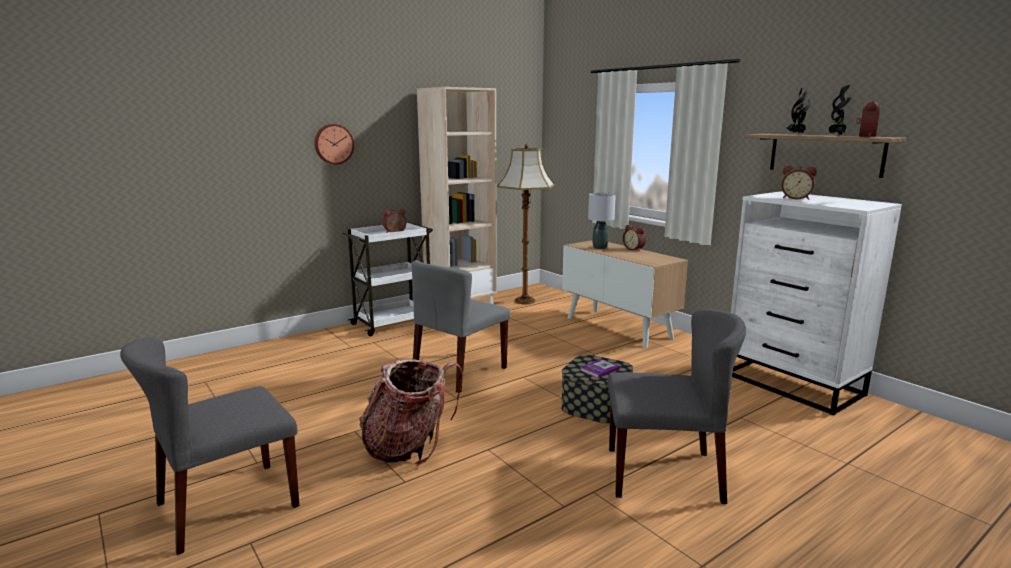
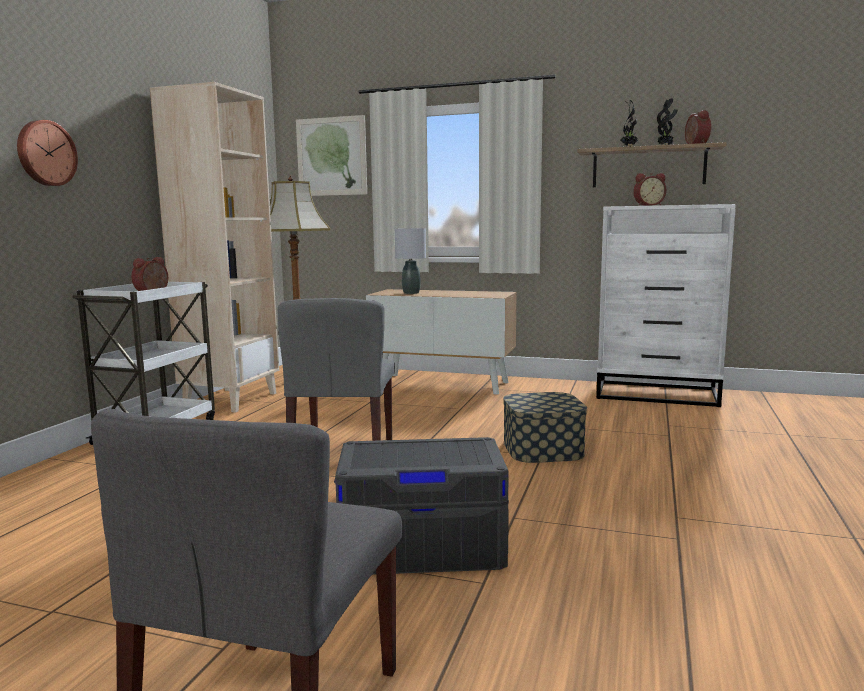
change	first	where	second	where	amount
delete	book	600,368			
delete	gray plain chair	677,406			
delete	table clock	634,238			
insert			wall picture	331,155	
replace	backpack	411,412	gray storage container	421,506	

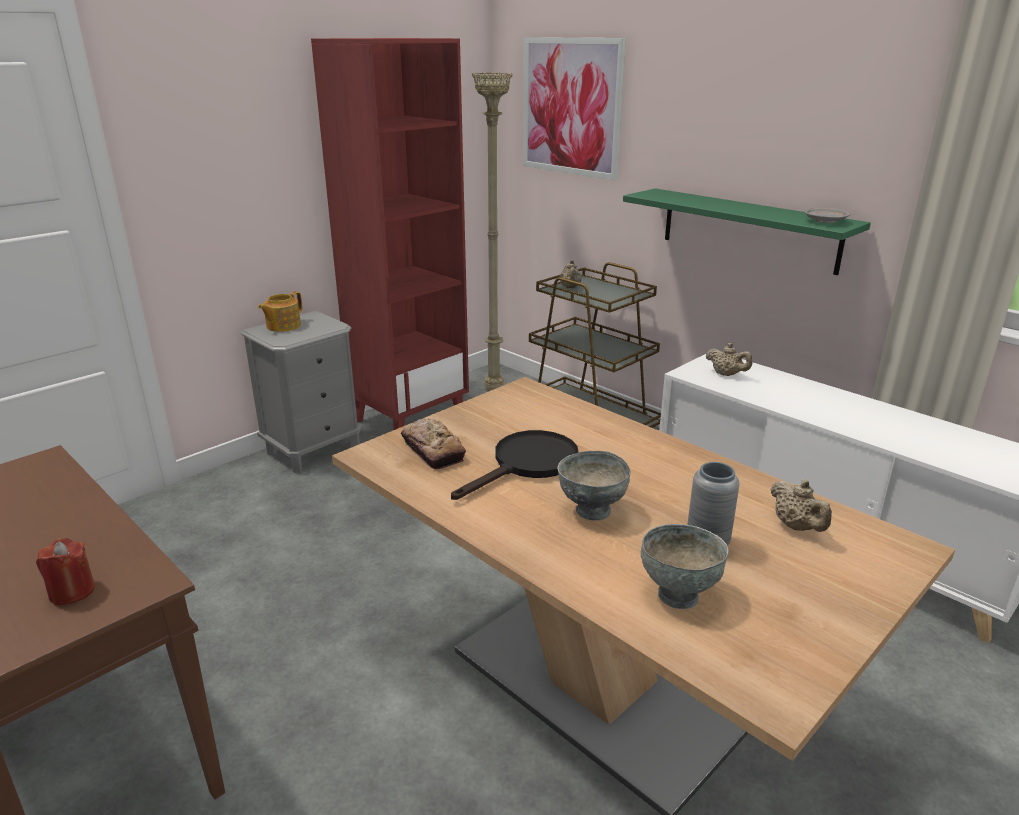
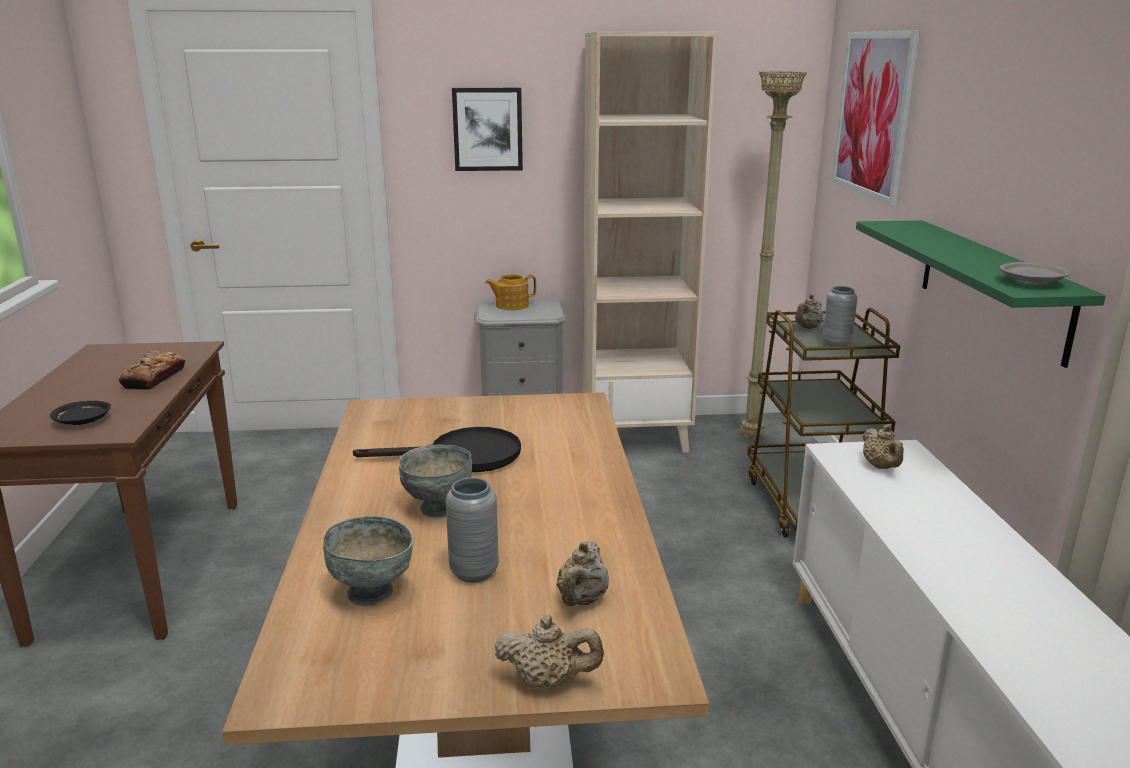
change	first	where	second	where	amount
insert			wall picture	487,129	
insert			sand-coloured pot for tea	549,652	
insert			gray decorative vase	840,316	
move	bread	433,443		152,370	
replace	red candle	65,571	black-coloured plate	80,413	
recolor	red bookshelf	390,234	sand-coloured bookshelf	650,242	

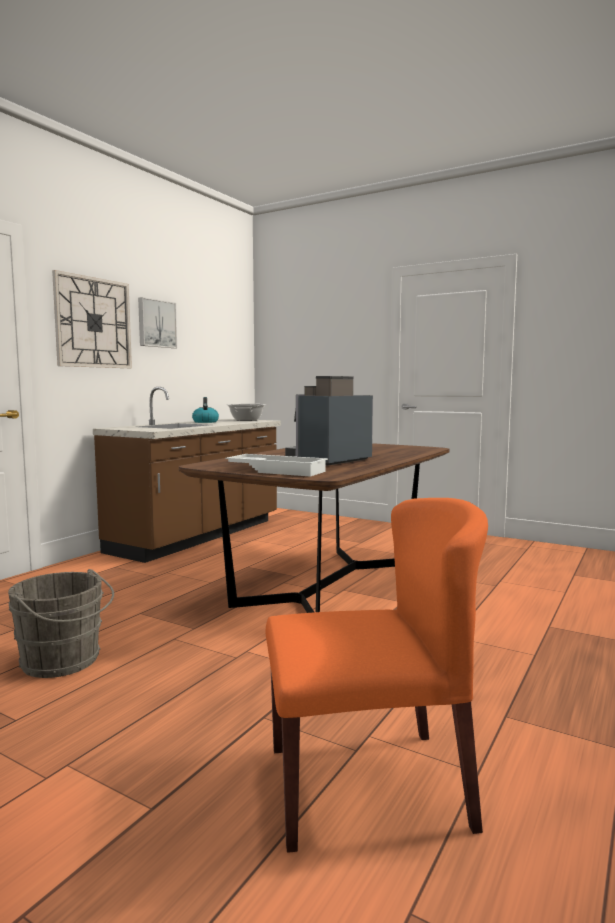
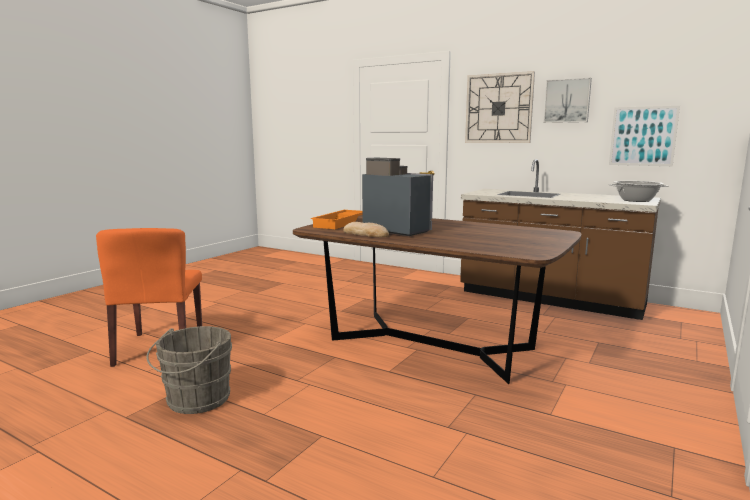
change	first	where	second	where	amount
delete	water kettle	205,410			
insert			bread	366,229	
insert			wall picture	644,136	
move	gray water bucket	61,623		189,370	
recolor	white carrying tray	277,465	orangey carrying tray	336,219	

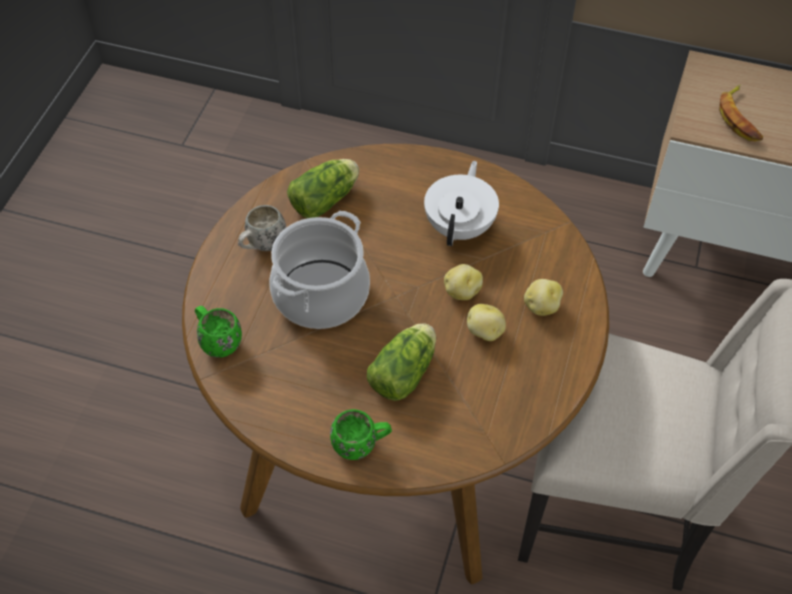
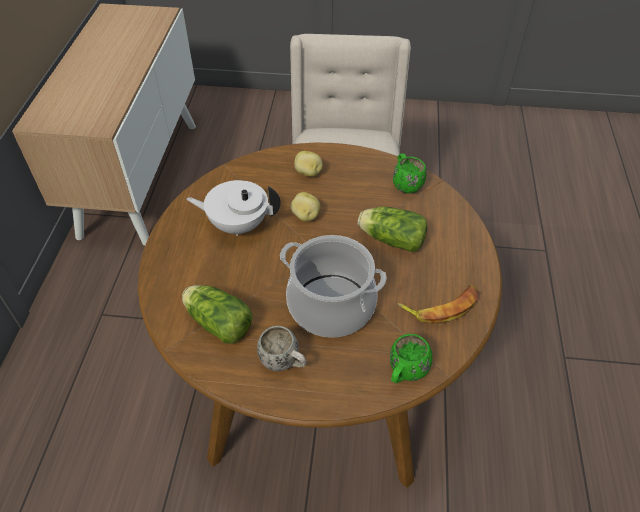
change	first	where	second	where	amount
delete	spud	486,322			
move	green-coloured coffee mug	361,434		410,173	
move	whole banana	741,112		438,304	

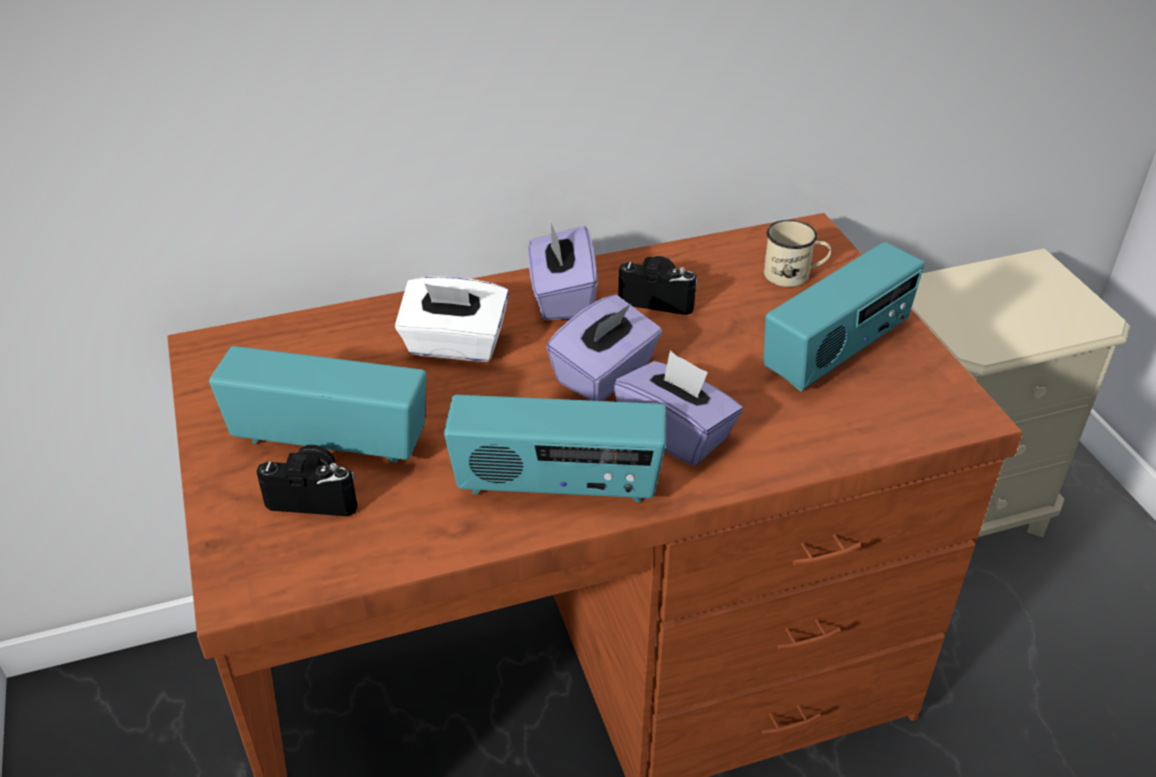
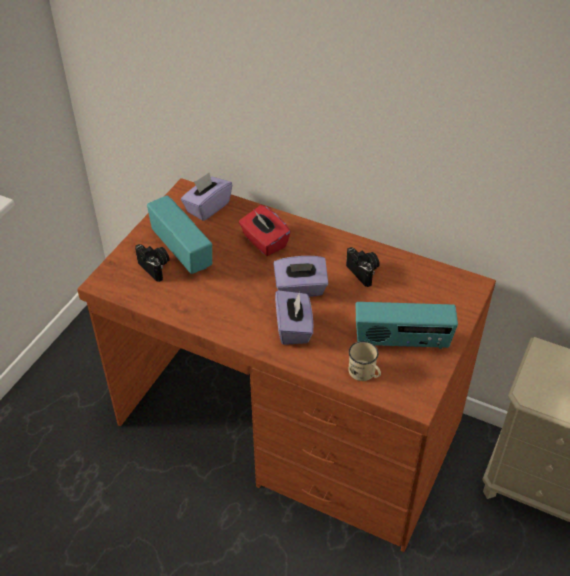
change	first	where	second	where	amount
delete	radio set	555,448			
move	purple tissue box	562,271		206,197	
move	sand-coloured coffee mug	797,253		364,361	
recolor	white tissue box	452,319	red tissue box	265,230	

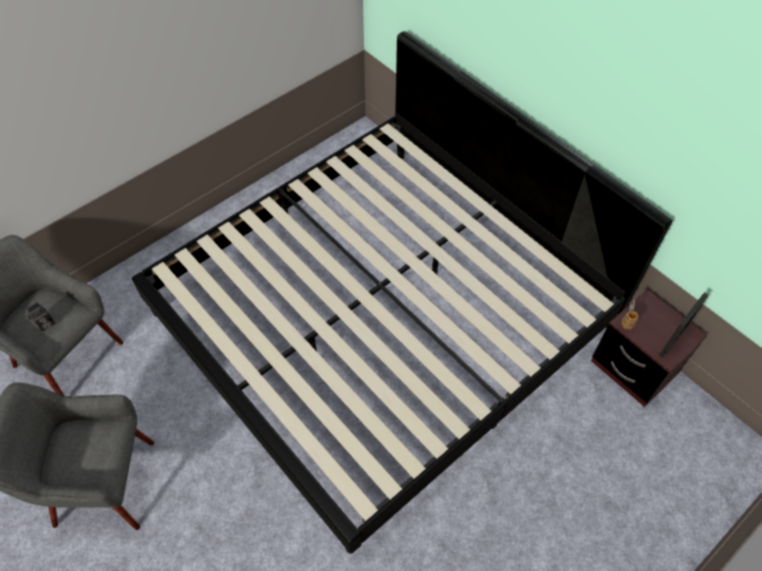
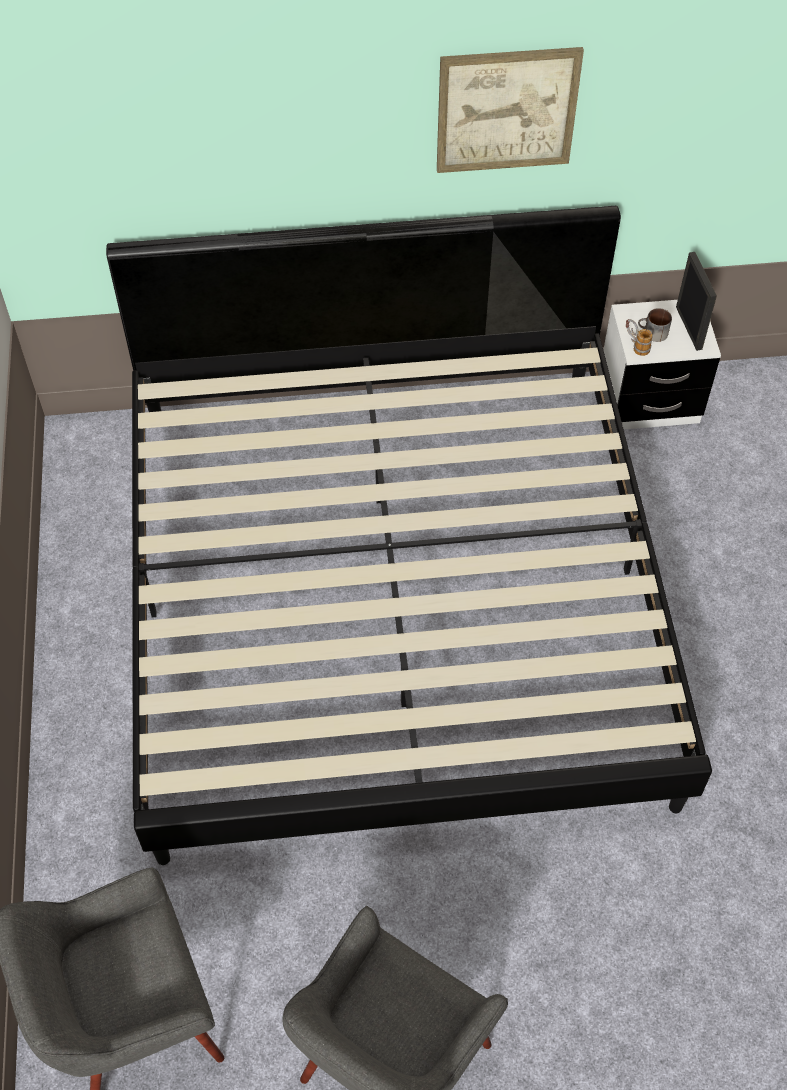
change	first	where	second	where	amount
delete	still camera	40,317			
insert			wall picture	510,110	
insert			coffee mug	655,325	
recolor	brownish bedside table	649,348	white bedside table	662,364	

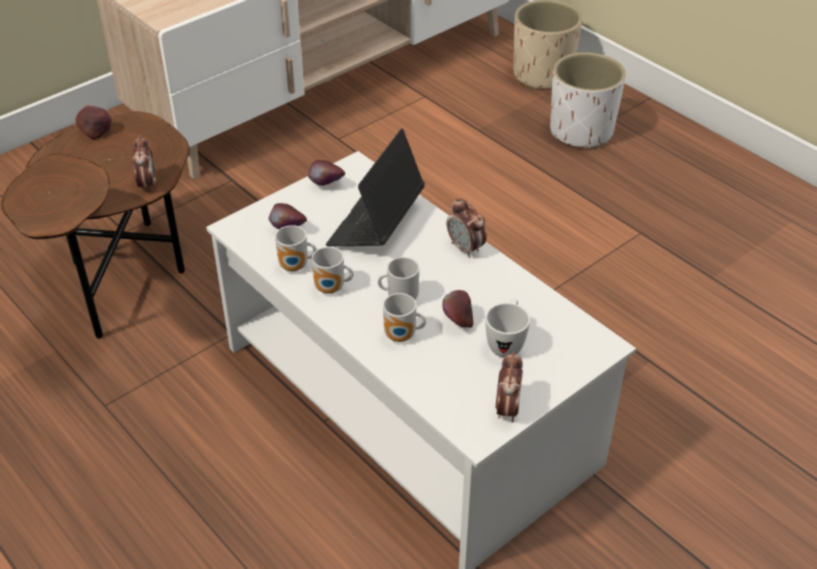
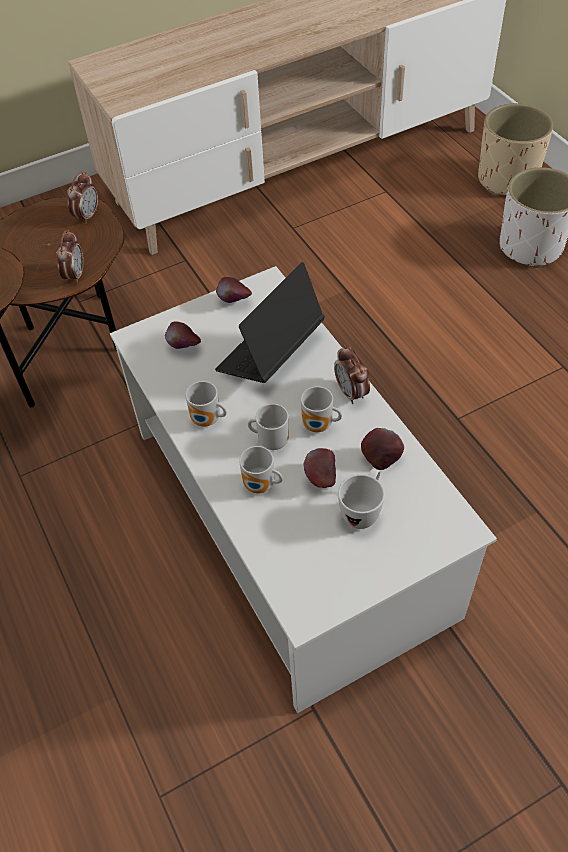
change	first	where	second	where	amount
move	apple fruit	93,122		382,449	
move	coffee mug	296,248		321,409	
move	table clock	509,386		82,198	

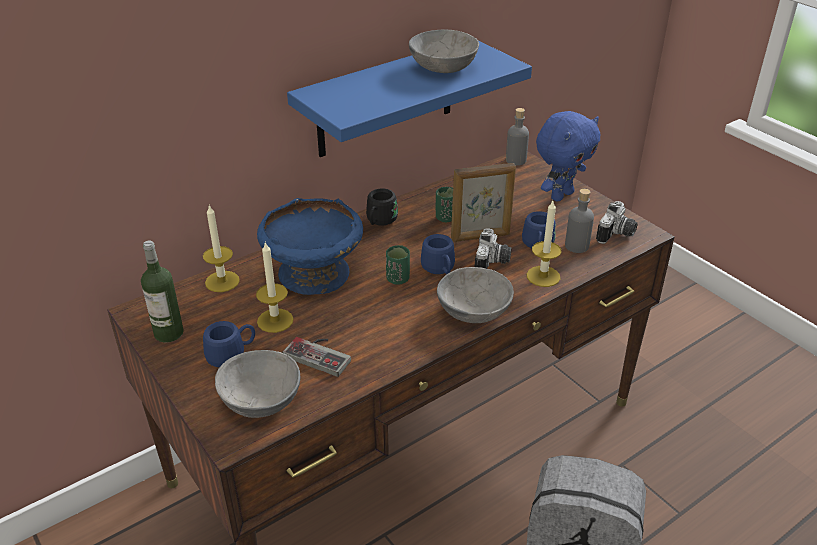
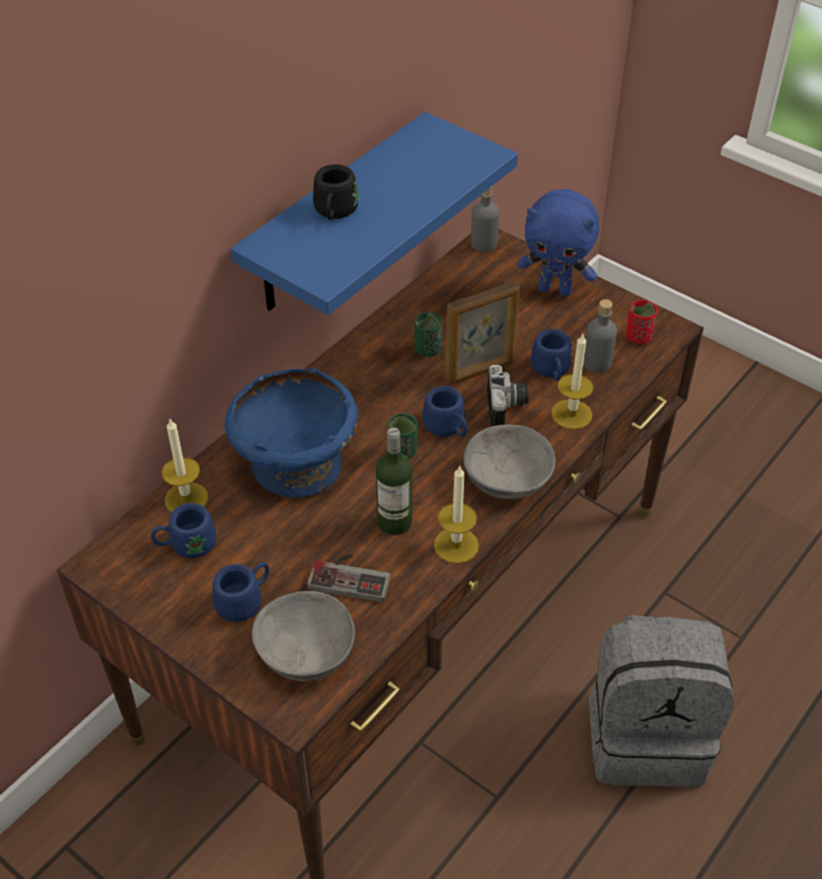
change	first	where	second	where	amount
delete	gray deep dish	444,51			
insert			blue-coloured coffee mug	183,530	
move	drink bottle	162,292		394,481	
move	candle	274,287		456,515	
move	black-coloured coffee mug	382,207		336,192	
replace	still camera	617,222	red small cup	641,322	
rotate	blue-coloured cuddly toy	568,156		558,242	75 degrees clockwise

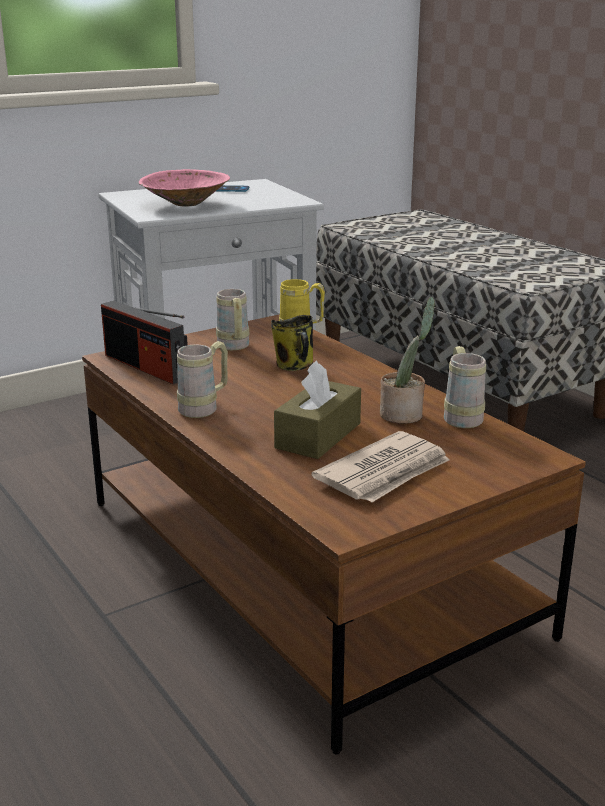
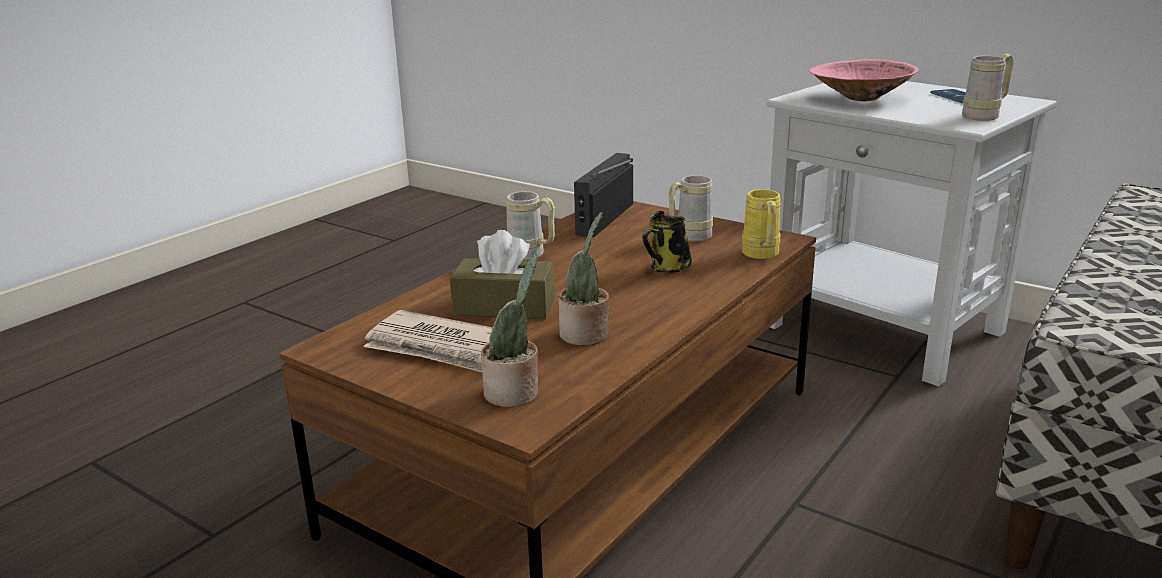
change	first	where	second	where	amount
insert			potted plant	509,330	
move	sand-coloured coffee mug	465,387		988,87	

